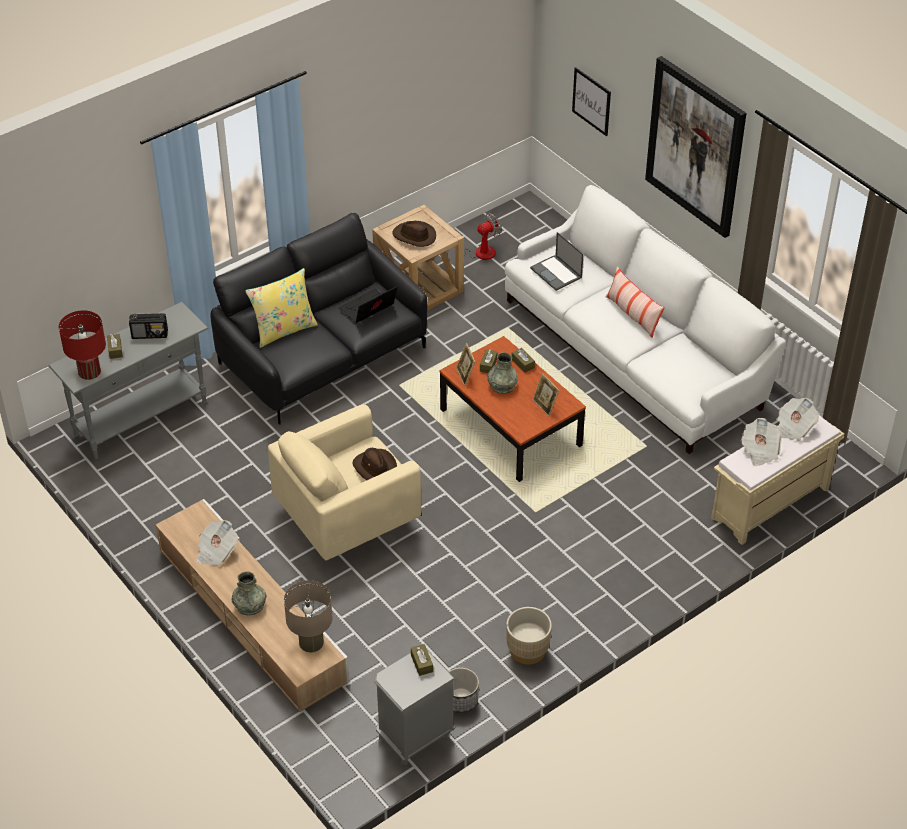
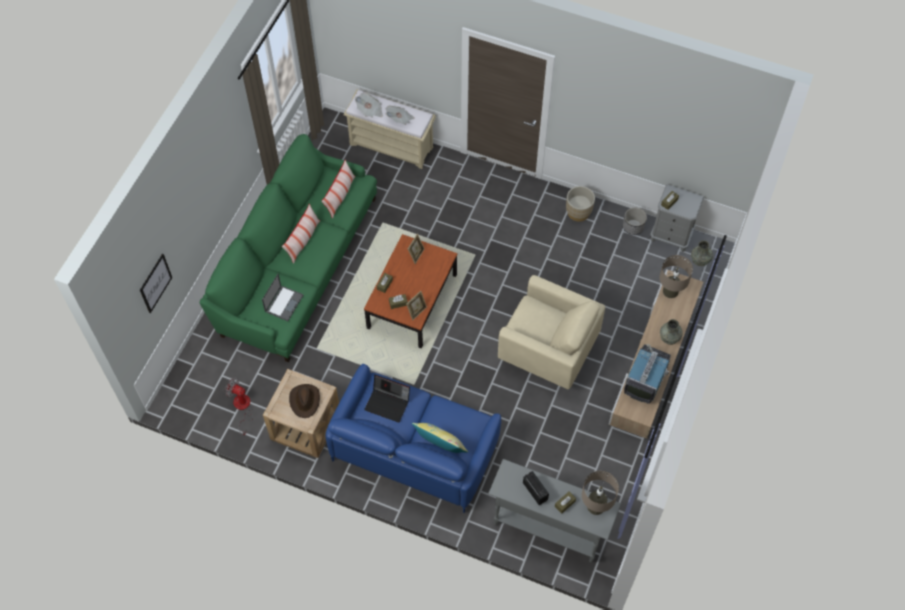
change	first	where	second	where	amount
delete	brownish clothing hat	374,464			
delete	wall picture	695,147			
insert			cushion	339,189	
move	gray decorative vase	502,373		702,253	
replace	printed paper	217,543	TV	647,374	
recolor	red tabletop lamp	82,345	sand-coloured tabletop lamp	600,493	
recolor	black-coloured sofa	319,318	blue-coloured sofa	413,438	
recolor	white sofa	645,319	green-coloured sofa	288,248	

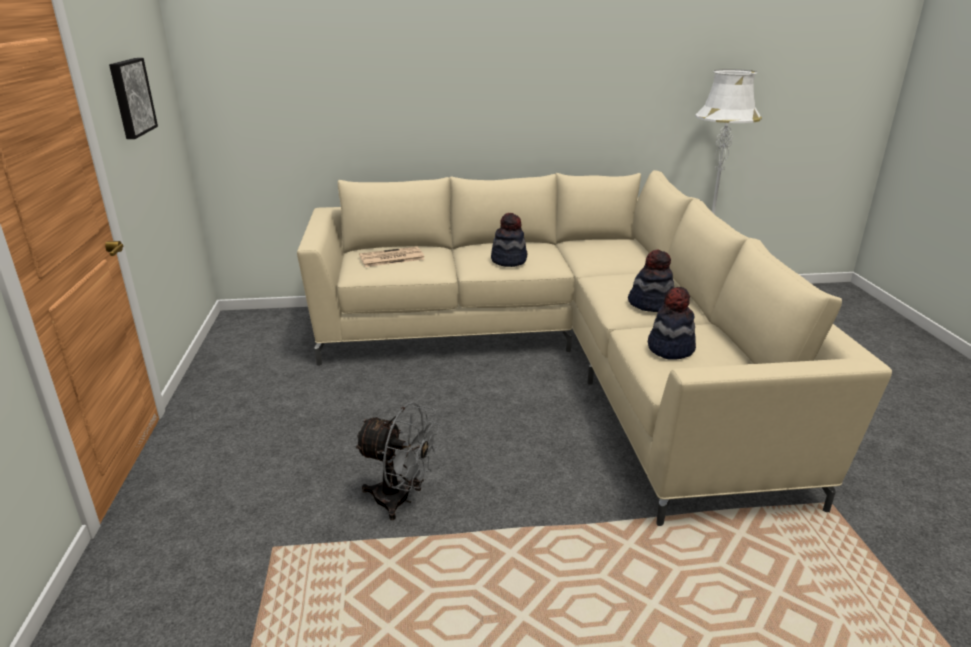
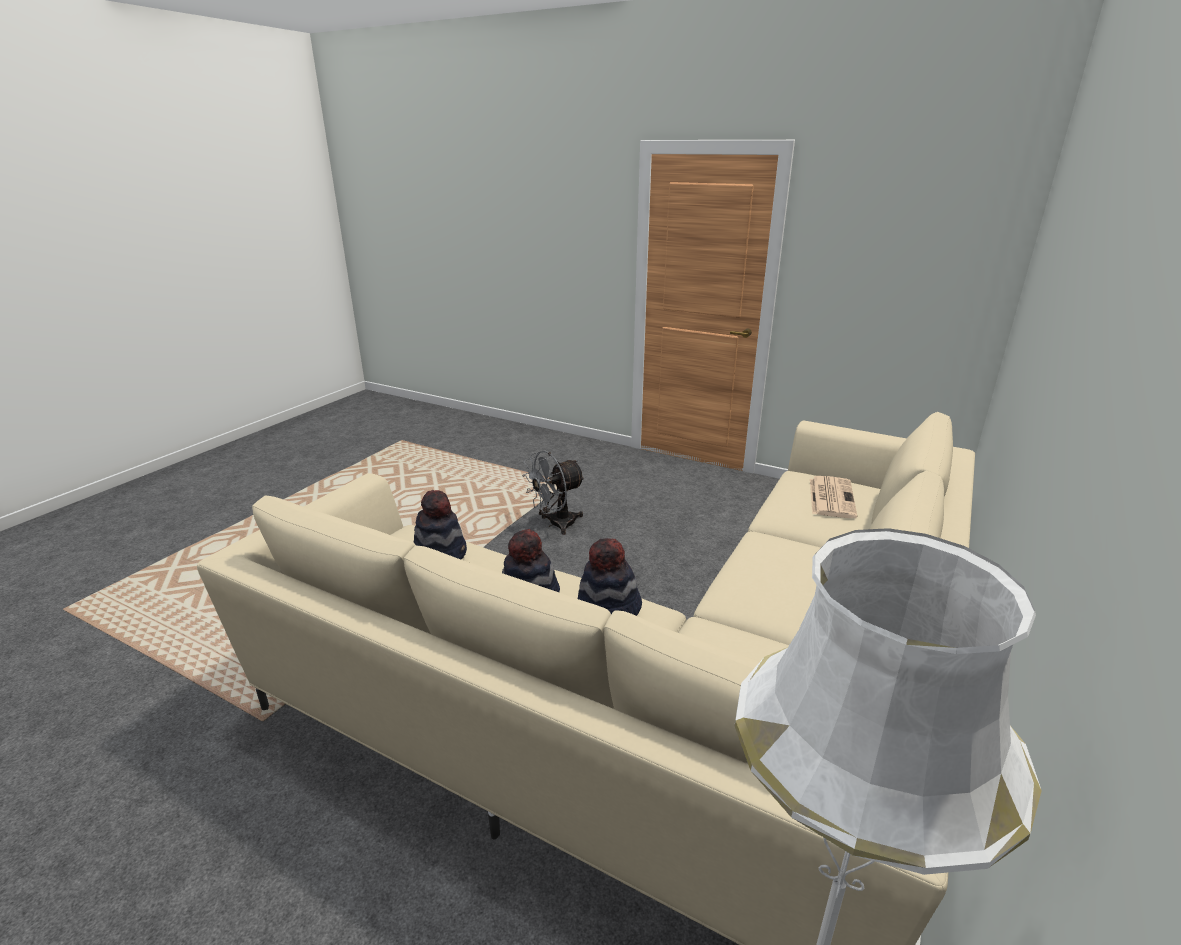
change	first	where	second	where	amount
delete	wall picture	133,98			
move	clothing hat	509,240		610,577	

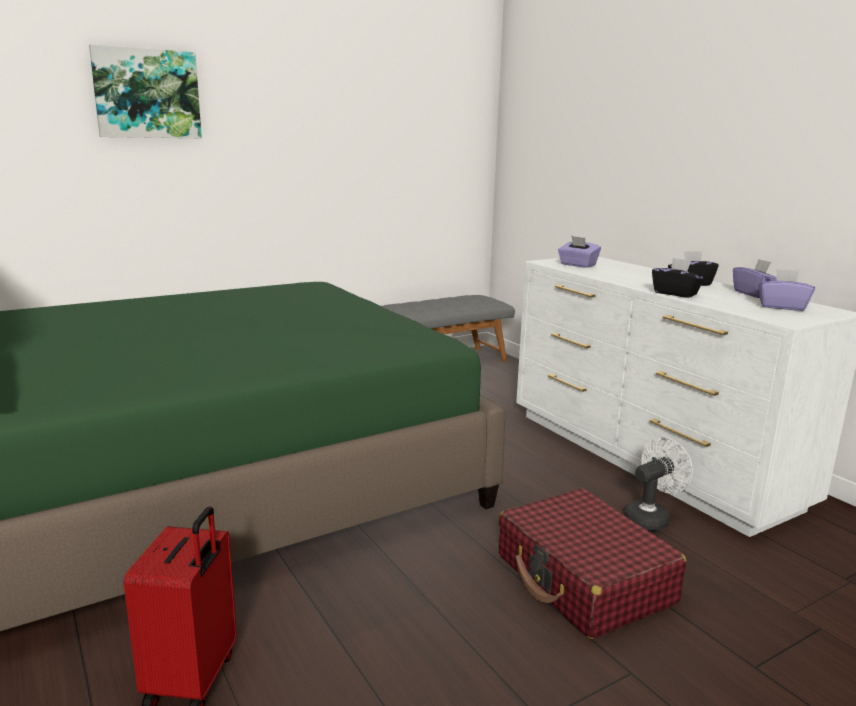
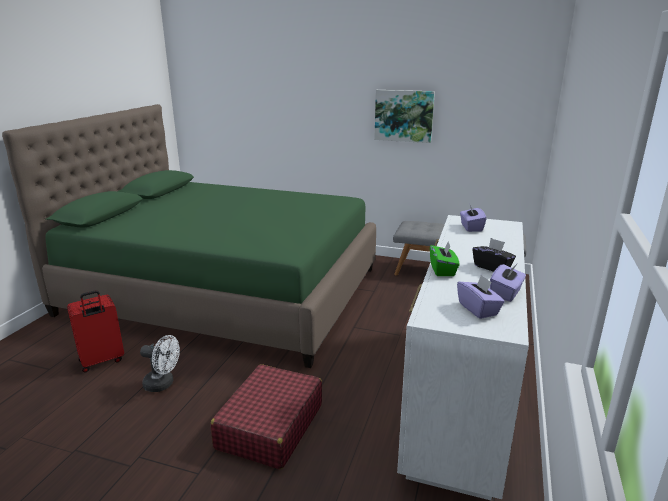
change	first	where	second	where	amount
move	wall picture	145,91		404,116	
move	white cooling fan	658,484		160,363	
recolor	black-coloured tissue box	678,278	green-coloured tissue box	445,259	

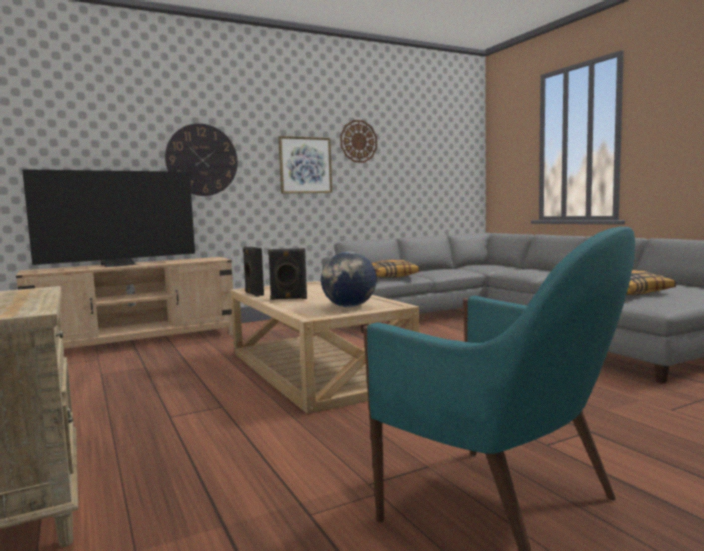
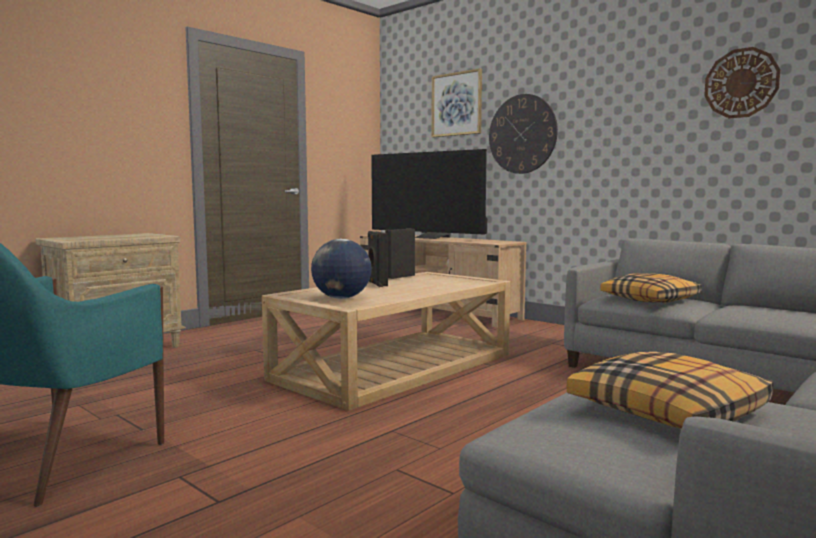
change	first	where	second	where	amount
move	wall picture	305,165		456,102	

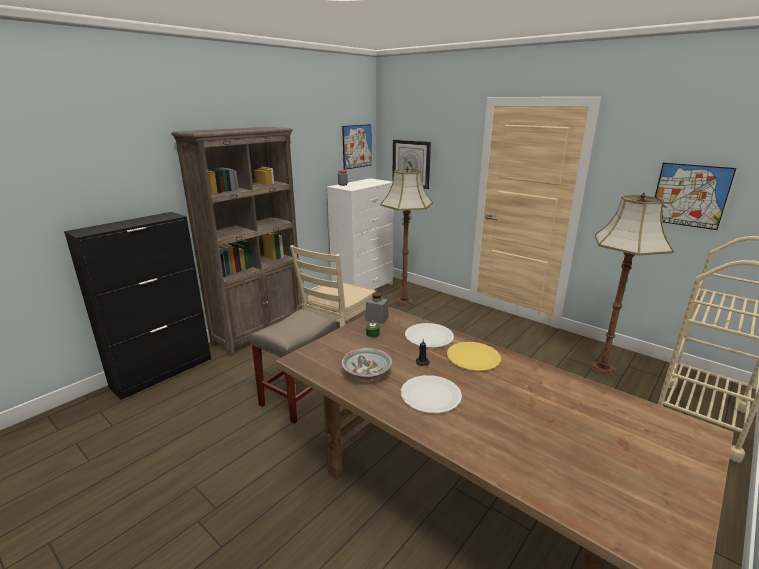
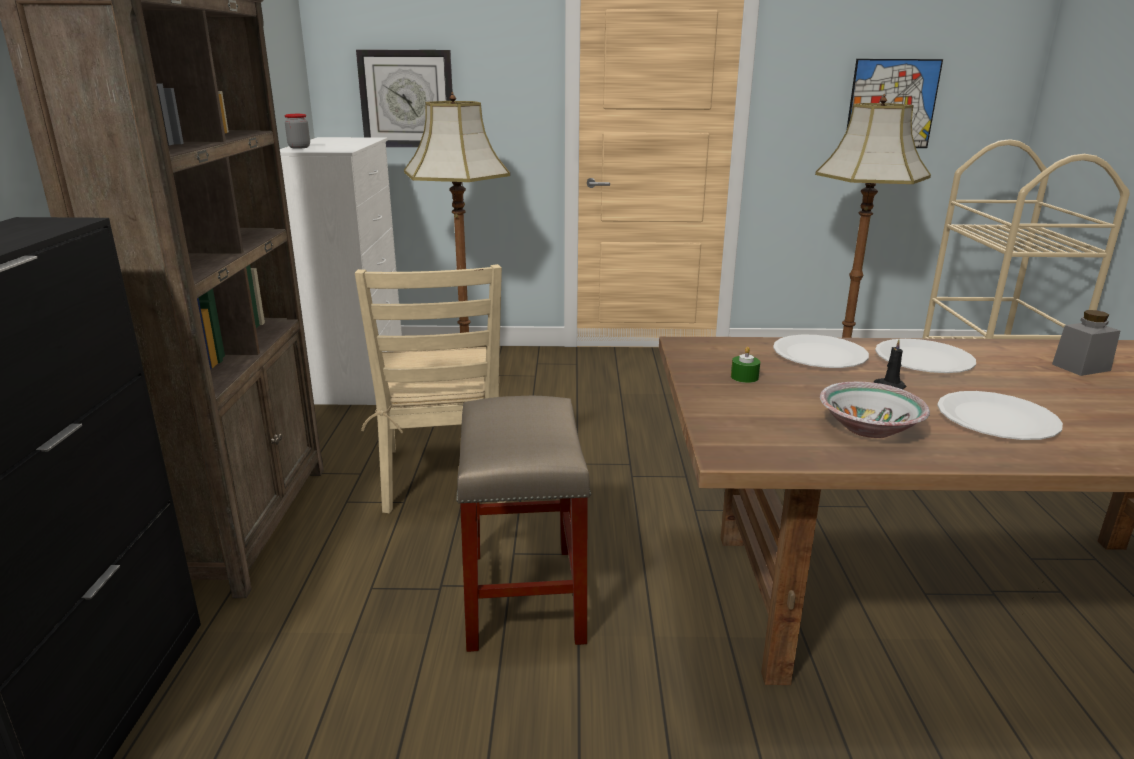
change	first	where	second	where	amount
delete	wall picture	357,147			
move	gray jar	377,308		1086,343	
recolor	yellow-coloured plate	474,356	white plate	925,356	

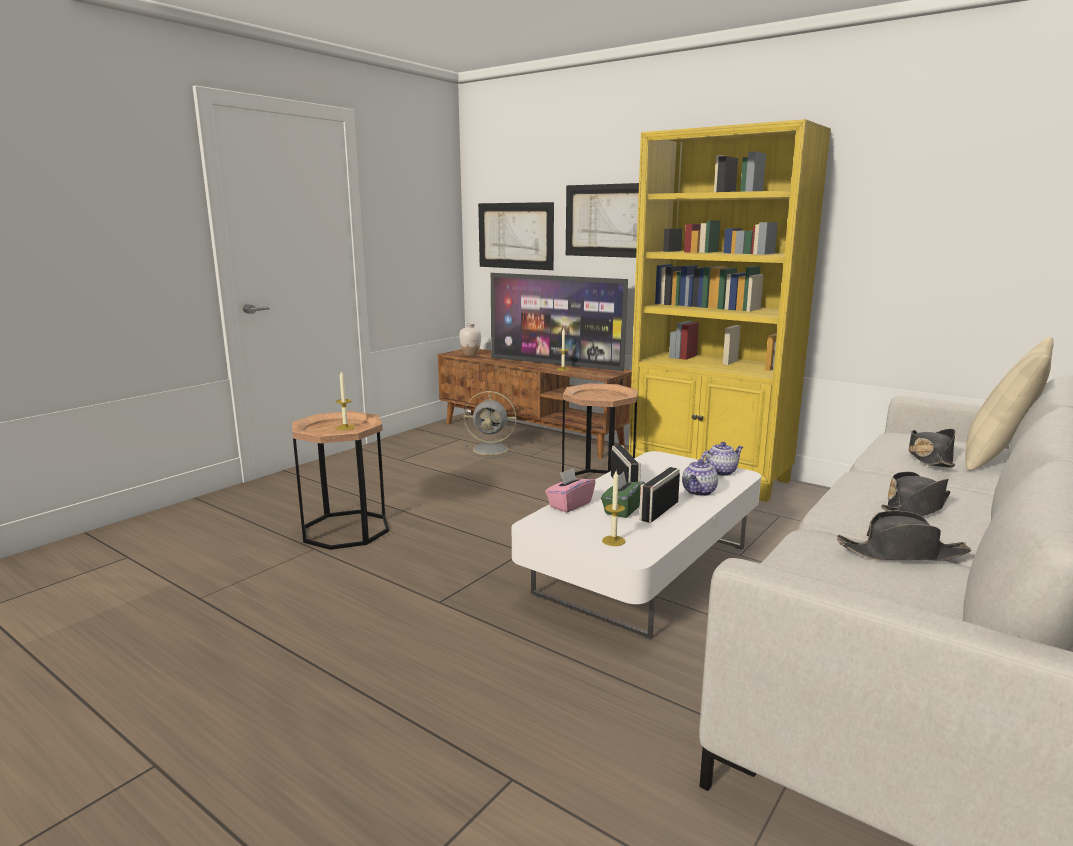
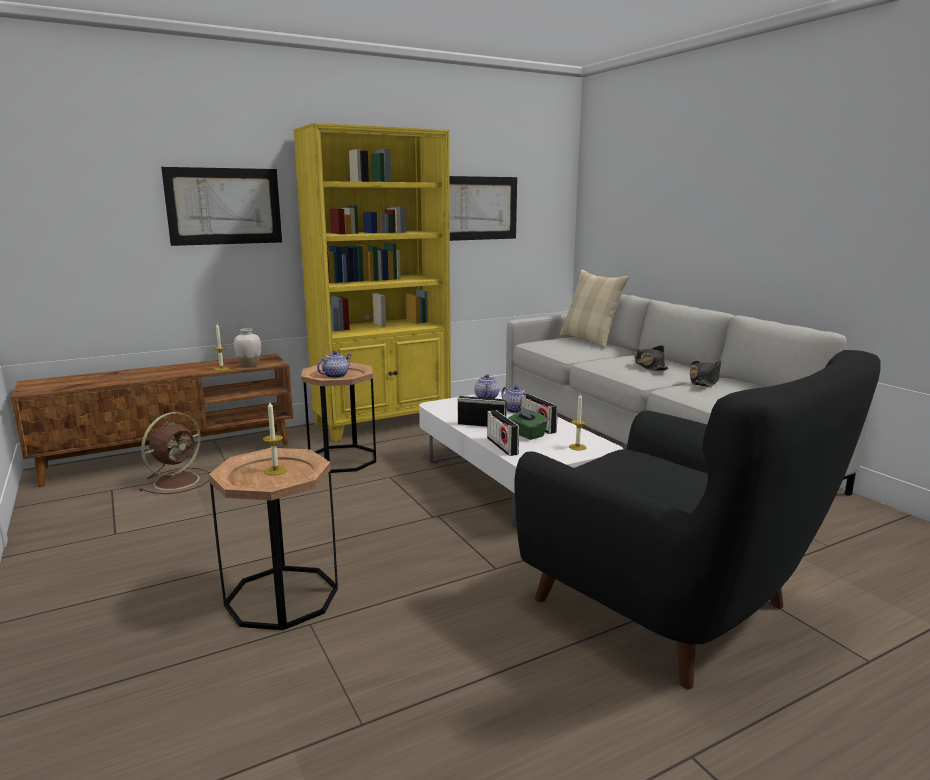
change	first	where	second	where	amount
delete	TV	559,322			
delete	black-coloured clothing hat	932,448			
insert			pot for tea	334,364	
insert			black-coloured armchair	697,519	
move	white decorative vase	470,339		247,348	
move	wall picture	516,236		483,208	
replace	pink tissue box	570,490	radio set	503,433	
recolor	gray cooling fan	491,424	brownish cooling fan	174,453	

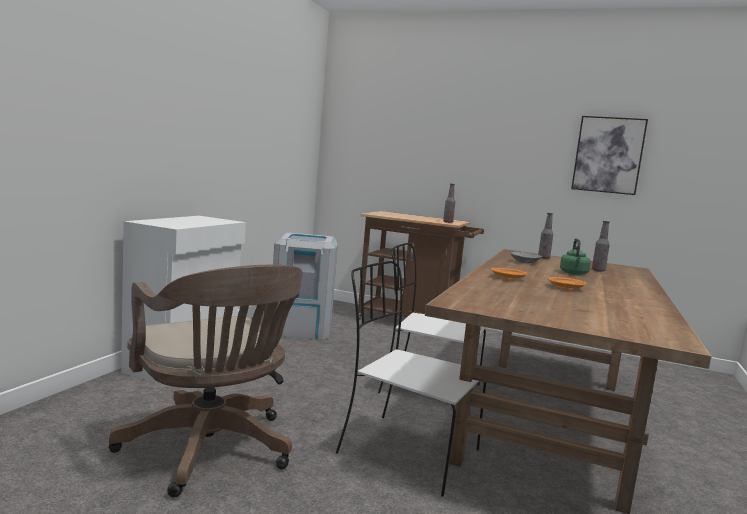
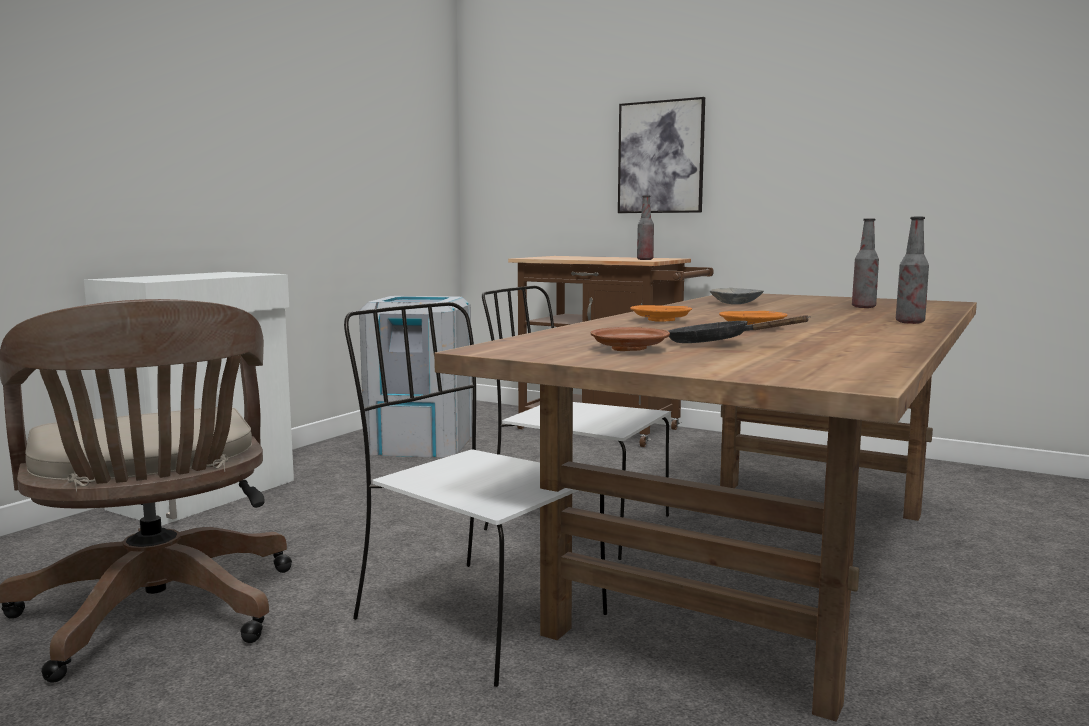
change	first	where	second	where	amount
delete	green-coloured water kettle	575,256			
insert			brownish plate	630,339	
insert			black-coloured pan	739,329	
move	drink bottle	545,236		912,270	
move	wall picture	609,155		661,155	

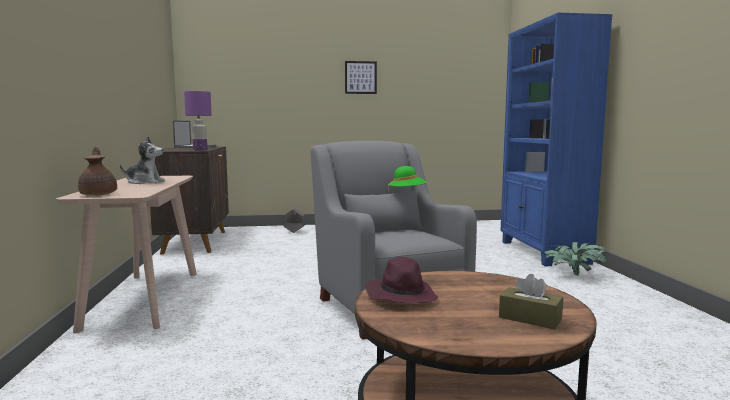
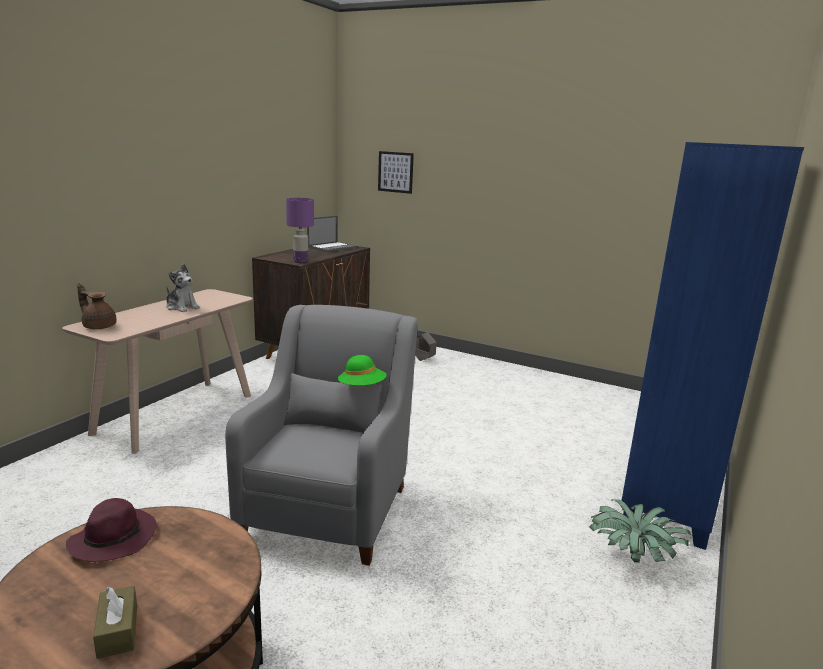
change	first	where	second	where	amount
move	wall picture	361,77		396,172	
rotate	brownish pot for tea	97,171		97,306	75 degrees counterclockwise

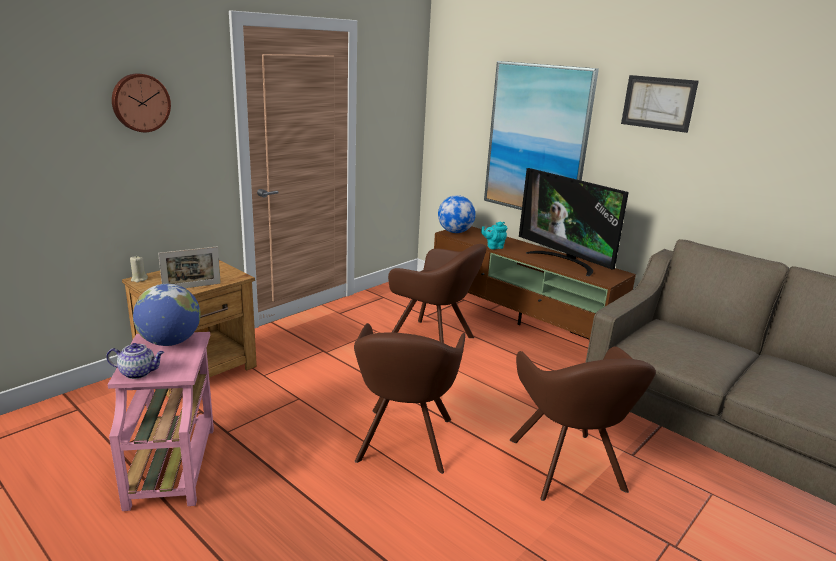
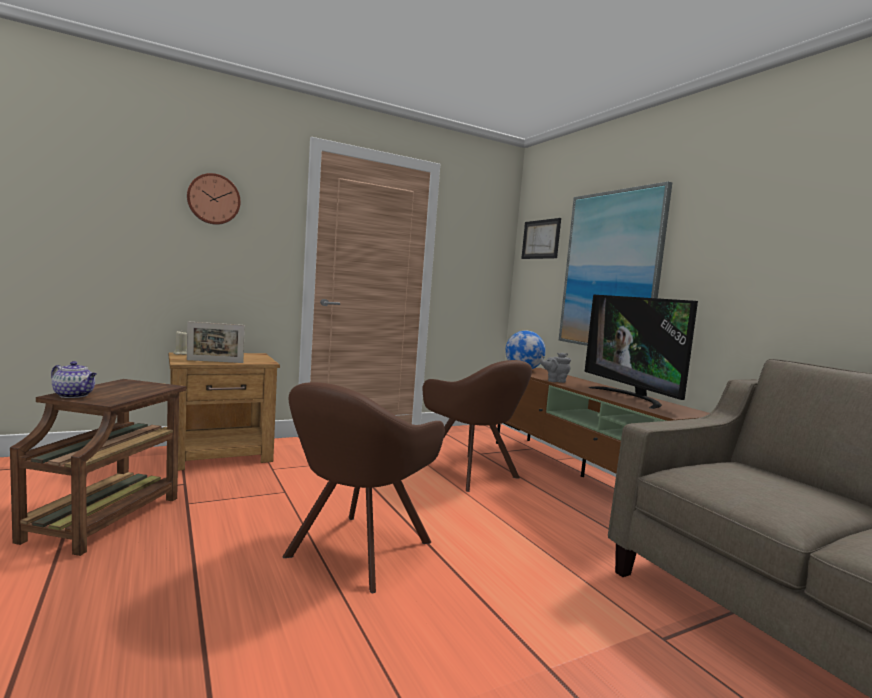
change	first	where	second	where	amount
delete	globe	167,315			
delete	brownish armchair	583,423			
move	wall picture	660,104		541,238	
recolor	pink end table	161,421	brownish end table	98,467	
recolor	blue-green pot for tea	494,235	gray pot for tea	555,367	

